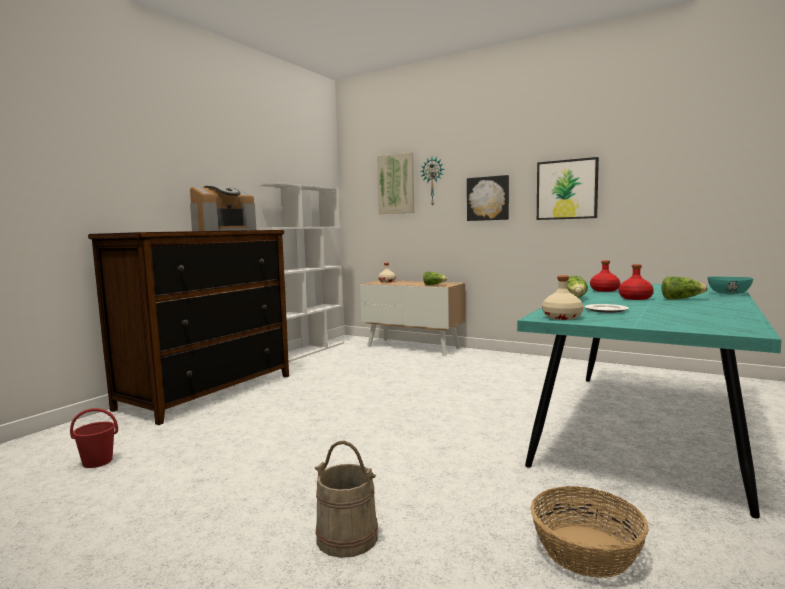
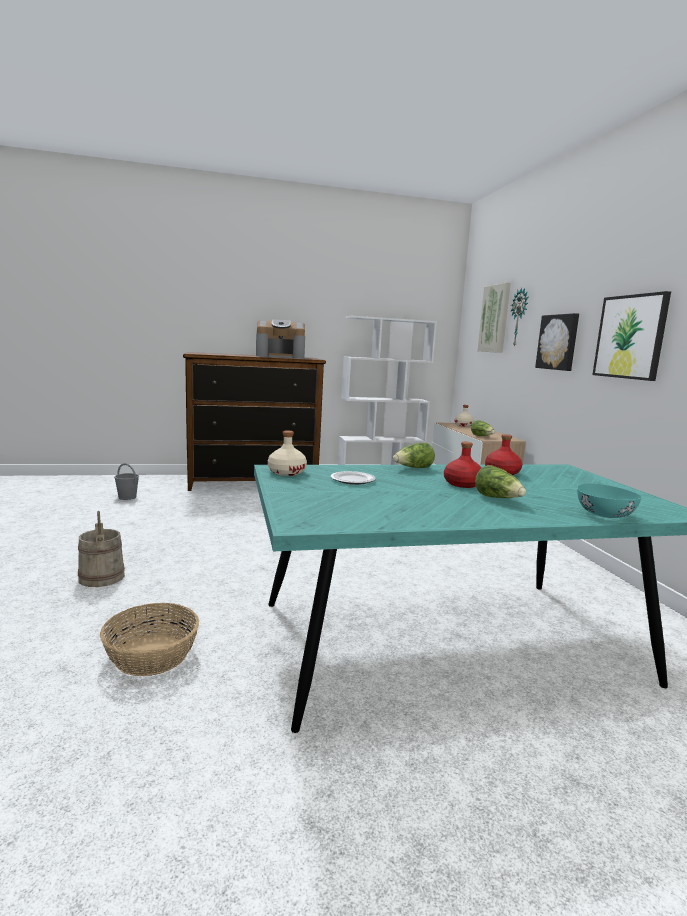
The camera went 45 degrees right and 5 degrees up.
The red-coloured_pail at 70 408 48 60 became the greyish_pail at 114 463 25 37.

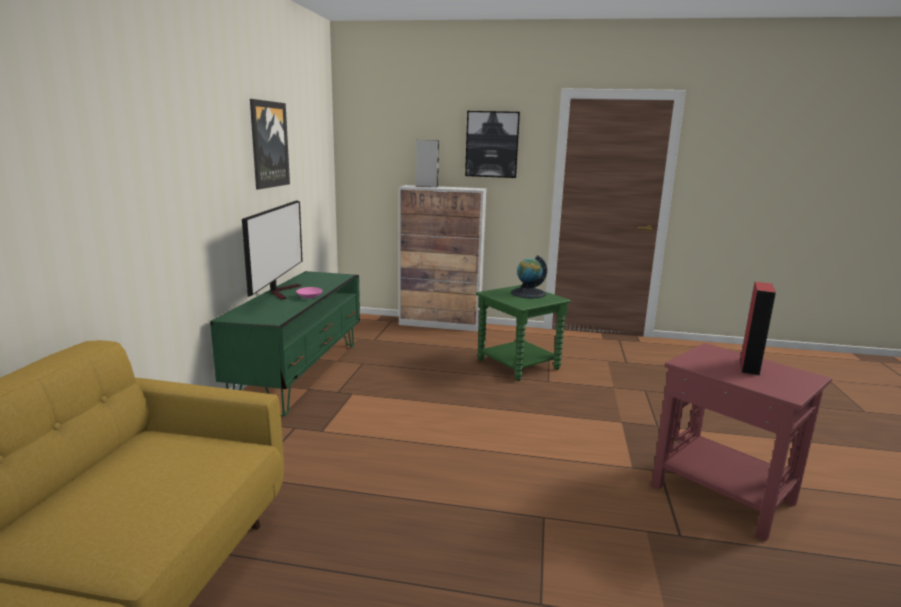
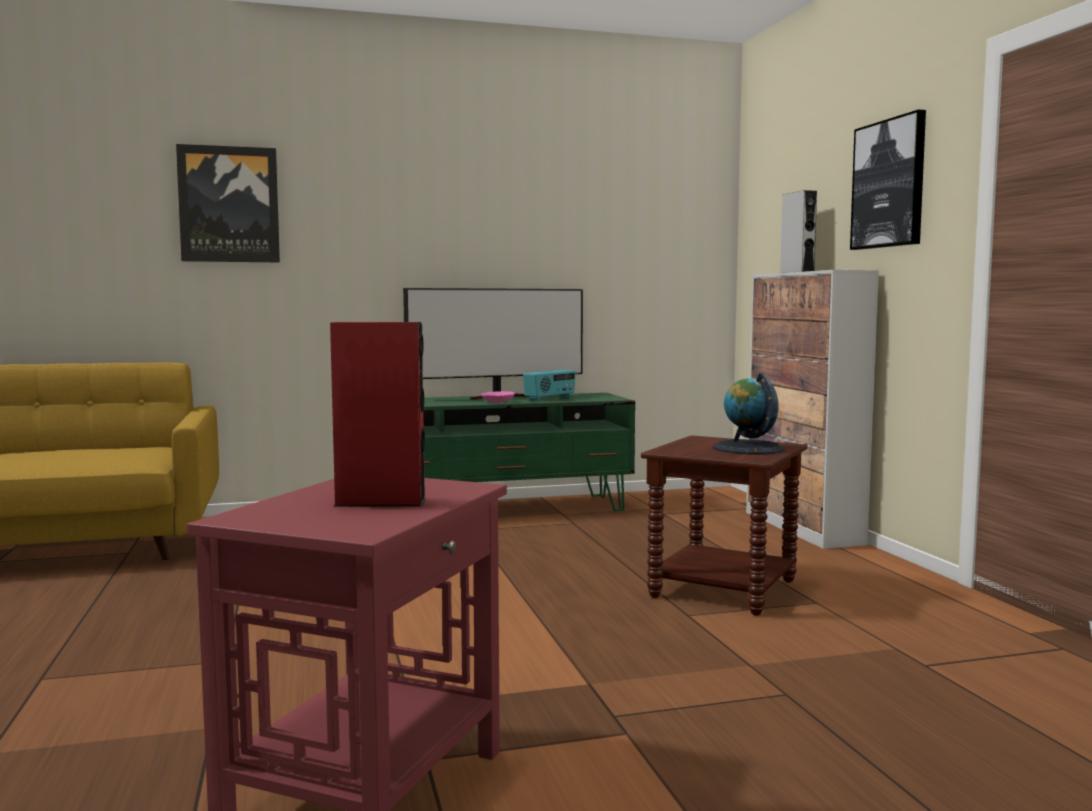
The camera went 65 degrees right and 10 degrees down.
The picture moved from 250 99 40 90 to 176 144 104 118.
The greenish_accent_table at 476 285 95 96 became the brown-coloured_accent_table at 641 436 167 180.
The radio_receiver at 523 370 53 32 appeared.

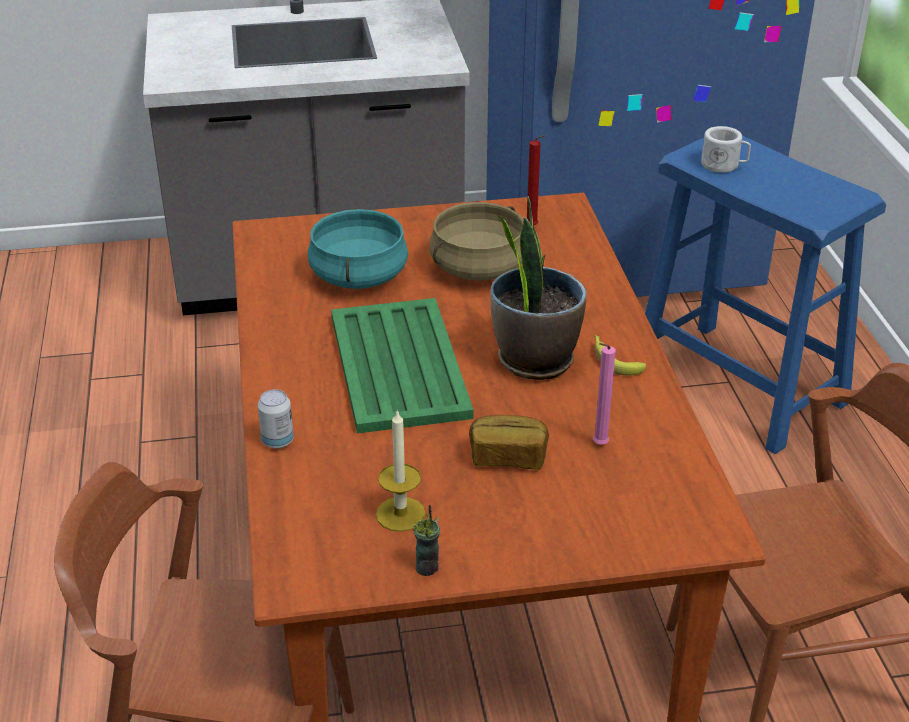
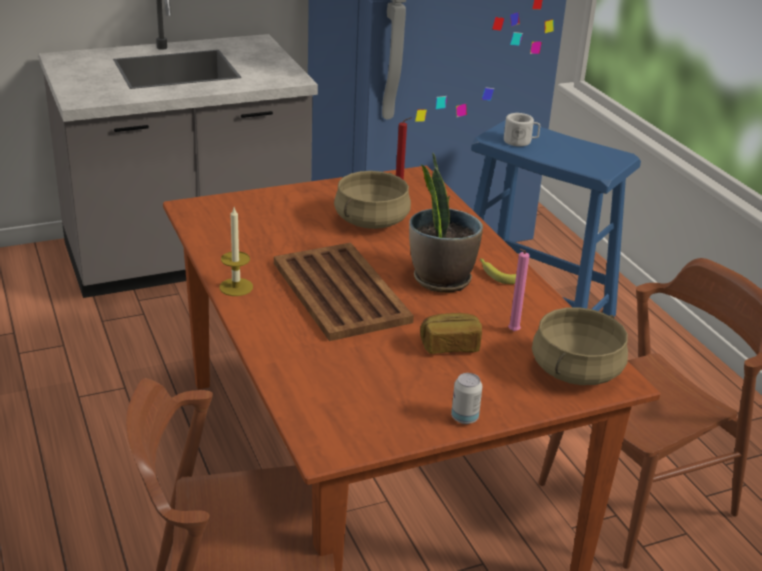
The camera went 15 degrees left and 5 degrees down.
The turquoise-coloured_cooking_pot at 308 208 100 81 disappeared.
The greenish_serving_tray at 331 298 142 136 became the brown-coloured_serving_tray at 274 243 140 98.
The can moved from 258 389 36 60 to 451 373 31 51.
The wax_candle moved from 376 409 50 123 to 219 208 34 88.
The drinking_cup at 412 505 28 71 disappeared.
The beige_cooking_pot at 532 307 96 78 appeared.

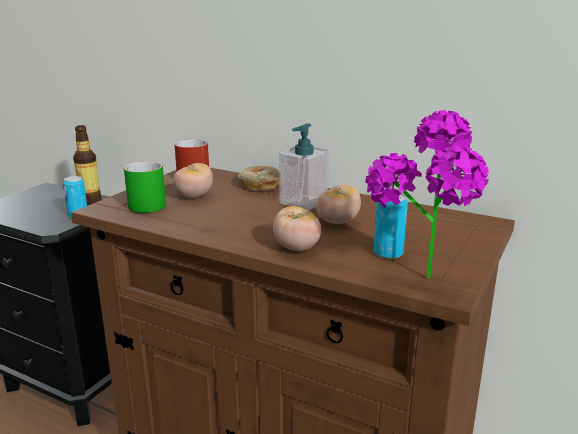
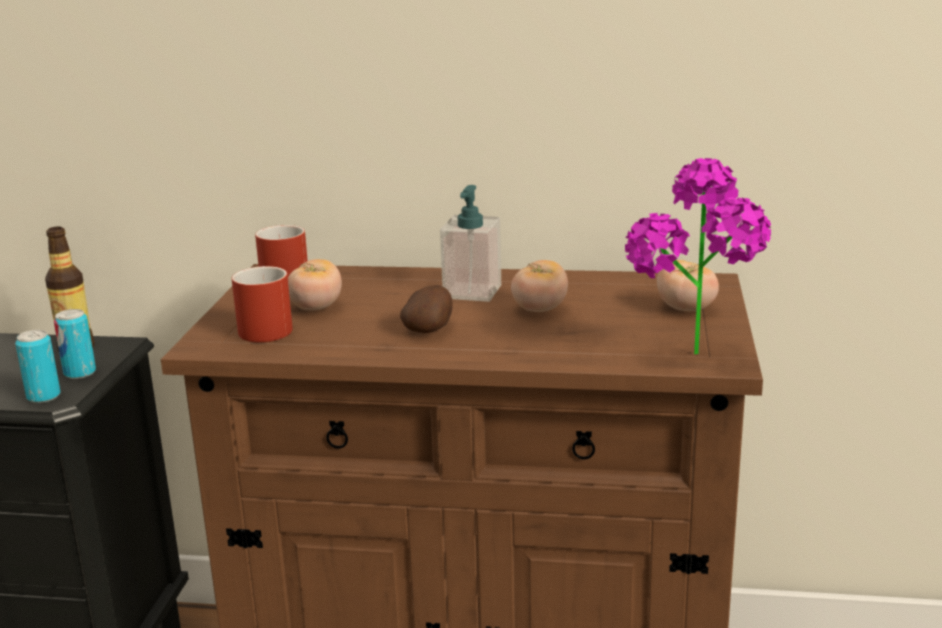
The camera went 20 degrees left and 0 degrees up.
The greenish_coffee_mug at 124 161 42 52 became the red-coloured_coffee_mug at 232 266 61 77.
The donut at 238 166 41 25 disappeared.
The can moved from 374 194 34 65 to 15 330 46 73.
The tomato moved from 273 206 49 45 to 657 260 62 52.
The whole_potato at 400 285 53 48 appeared.

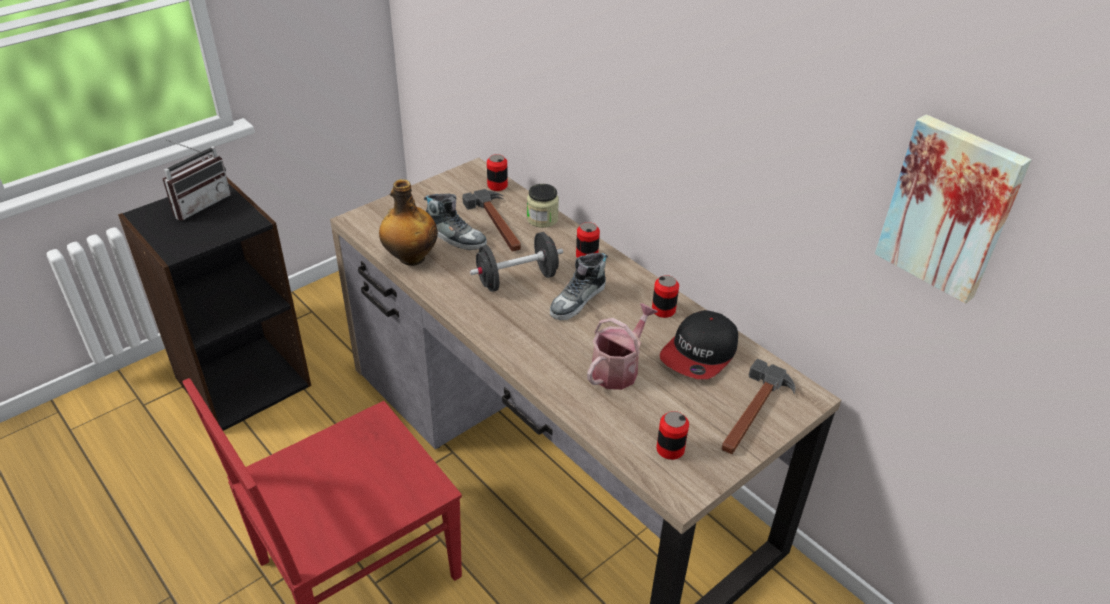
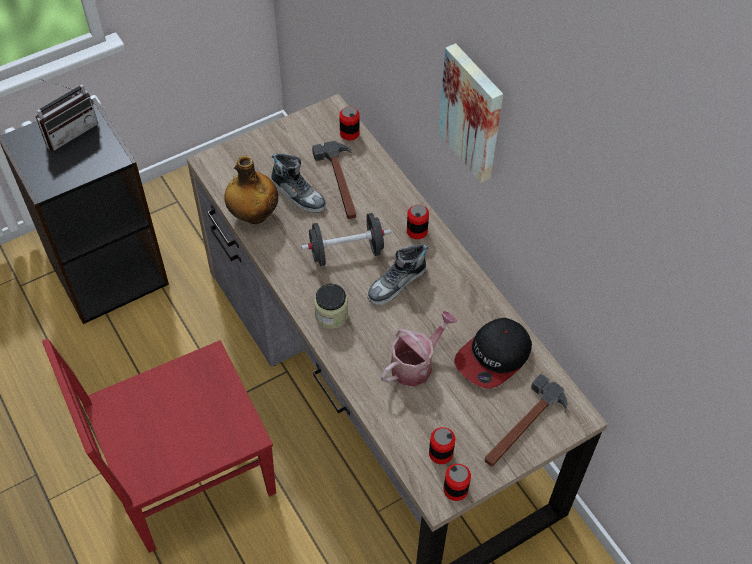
The camera went 10 degrees right and 15 degrees up.
The picture moved from 875 114 156 190 to 438 43 65 140.
The storage_jar moved from 527 184 32 44 to 314 284 34 45.
The can moved from 652 275 27 43 to 443 464 28 37.

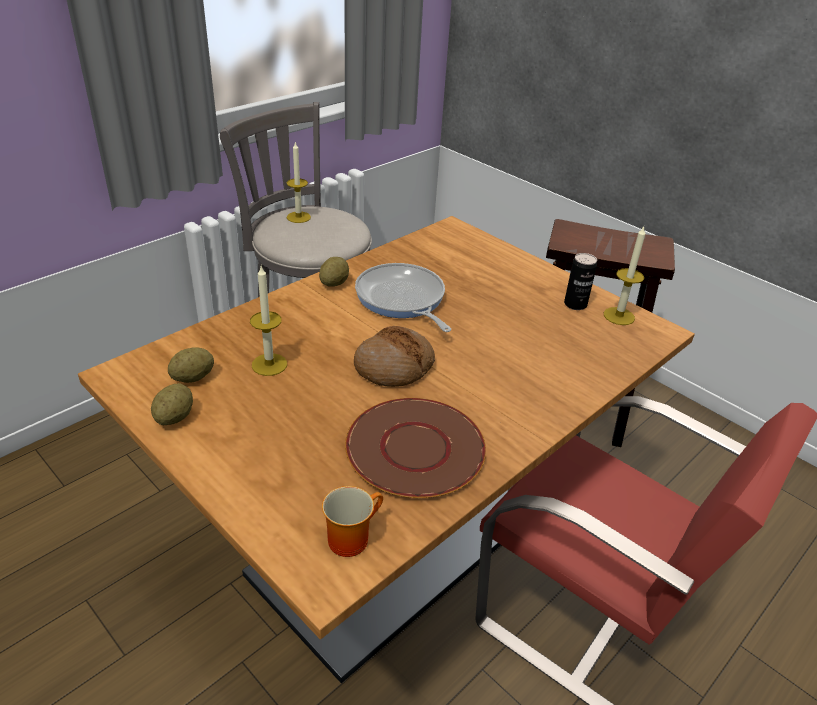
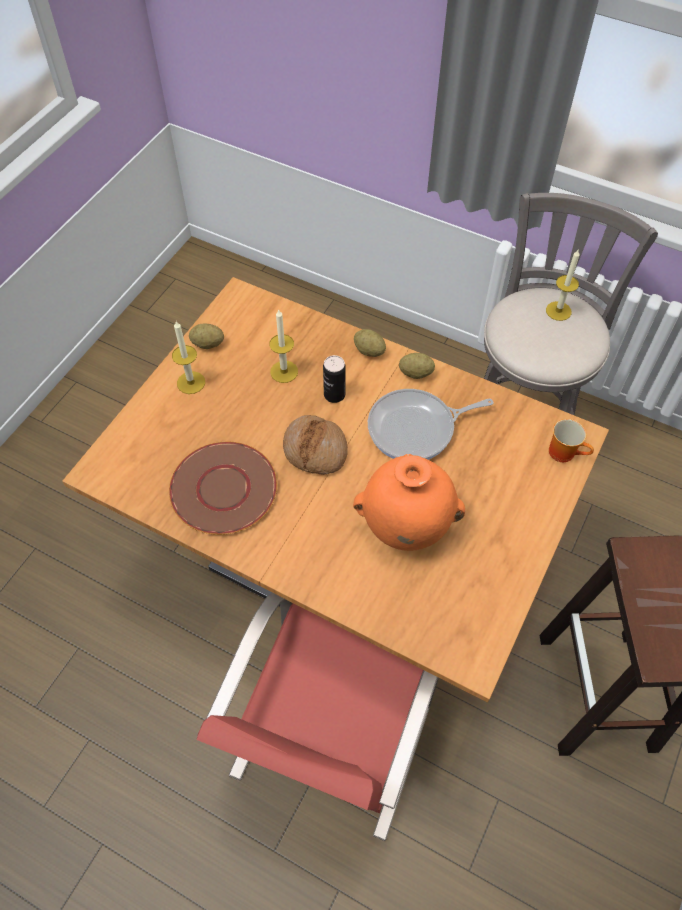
The camera went 75 degrees right and 20 degrees up.
The wax_candle moved from 604 227 42 98 to 172 321 33 73.
The can moved from 564 253 33 57 to 323 355 23 48.
The pan at 355 263 96 69 turned 150 degrees counterclockwise.
The whole_potato moved from 168 347 46 36 to 354 329 32 28.
The coffee_mug moved from 322 486 61 71 to 549 419 45 43.
The orange-coloured_vase at 353 454 112 97 appeared.

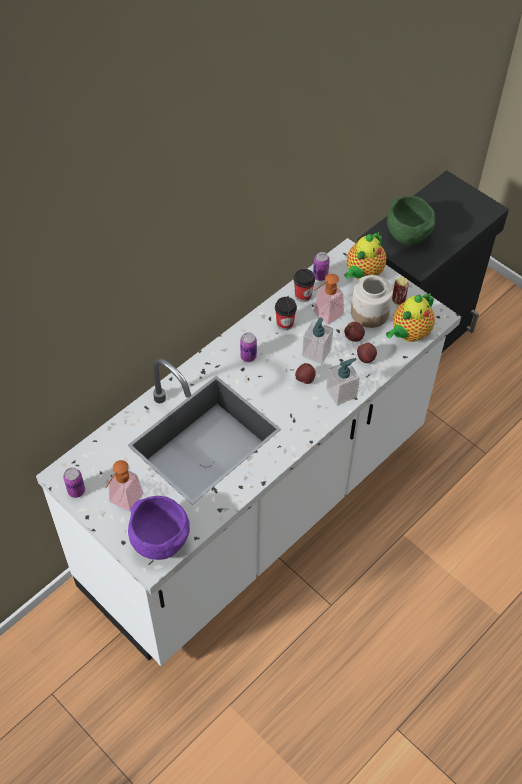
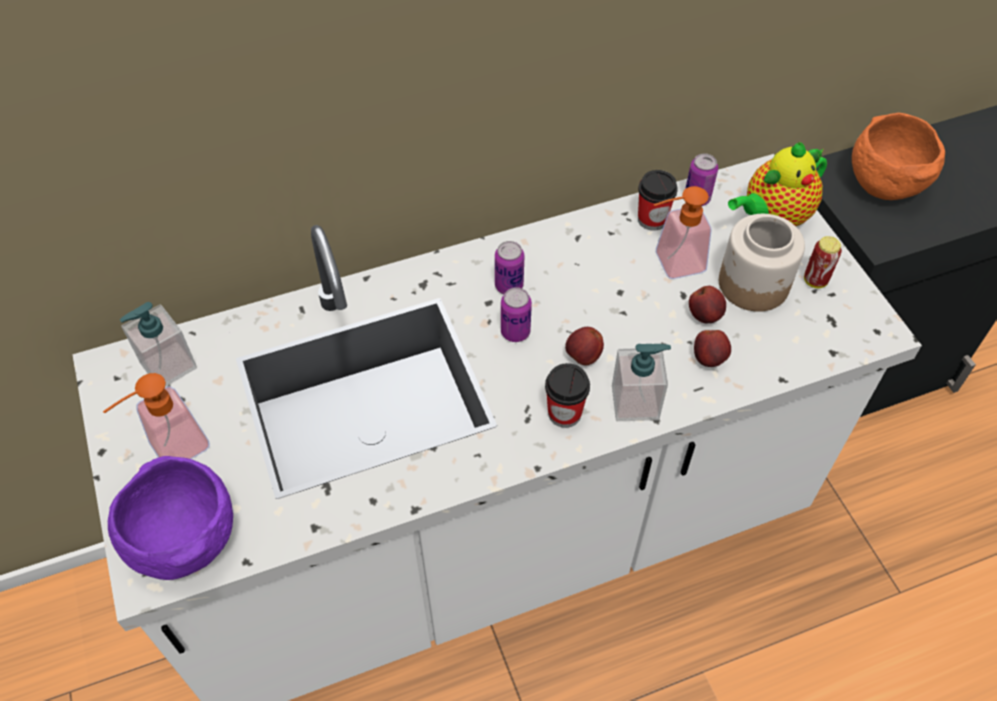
The camera went 25 degrees right and 0 degrees up.
The greenish_serving_bowl at 387 196 48 49 became the orange-coloured_serving_bowl at 852 113 93 87.
The tea_pot at 386 293 49 49 disappeared.
The drinking_cup moved from 275 297 22 33 to 545 363 45 65.
The liquid_soap_bottle moved from 302 318 31 46 to 120 302 77 85.
The can moved from 63 467 22 31 to 501 287 31 55.

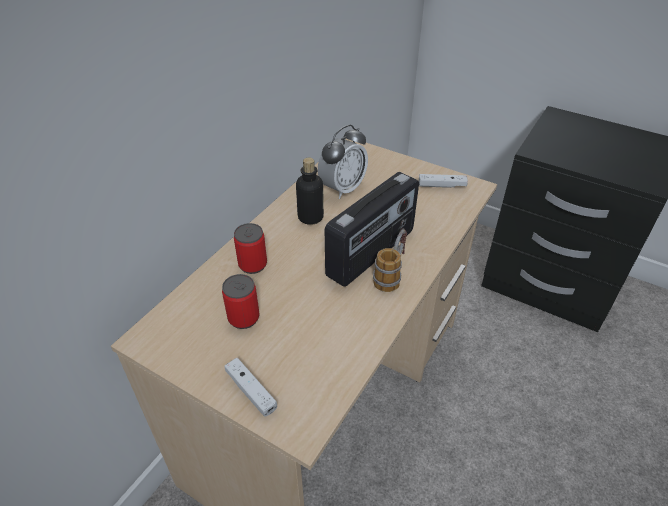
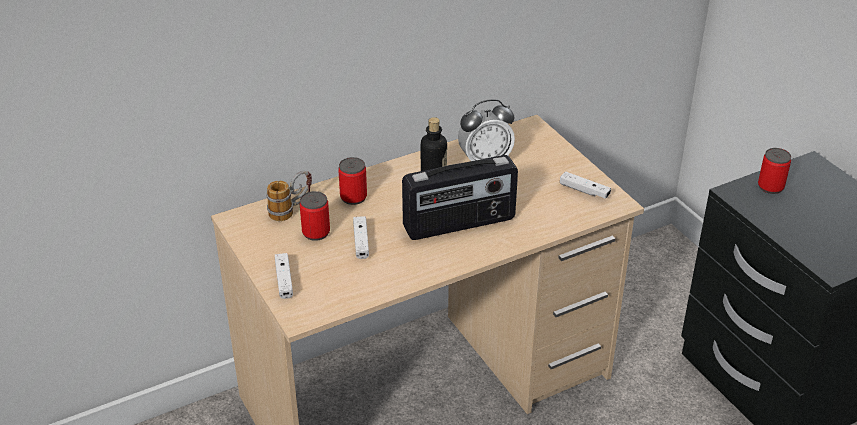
The camera went 30 degrees right and 5 degrees down.
The coffee_mug moved from 373 230 34 62 to 266 171 46 50.
The can at 758 148 33 46 appeared.
The white_game_controller at 353 216 16 43 appeared.

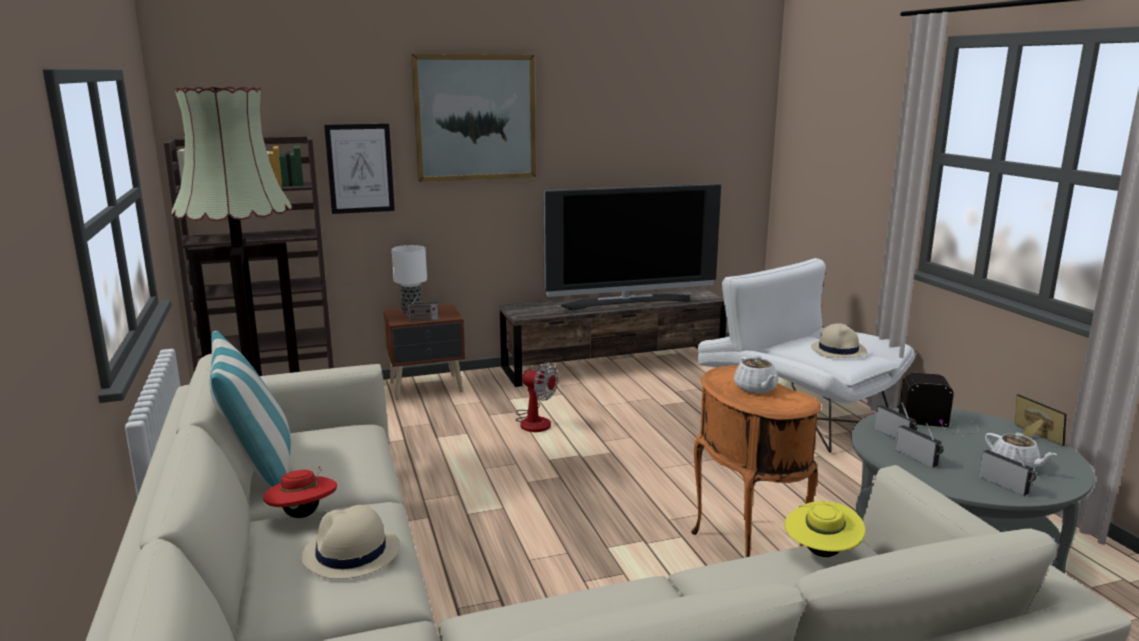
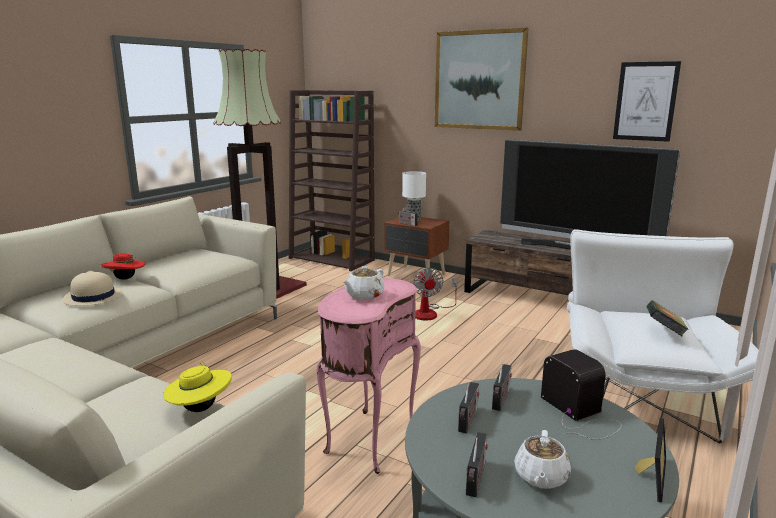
The camera went 50 degrees right and 0 degrees up.
The picture moved from 324 124 71 90 to 613 61 68 81.
The beige_clothing_hat at 811 323 56 35 was replaced by the volume at 646 300 43 37.
The cushion at 209 331 82 156 disappeared.
The orange-coloured_accent_table at 691 365 130 193 became the pink-coloured_accent_table at 316 278 105 196.

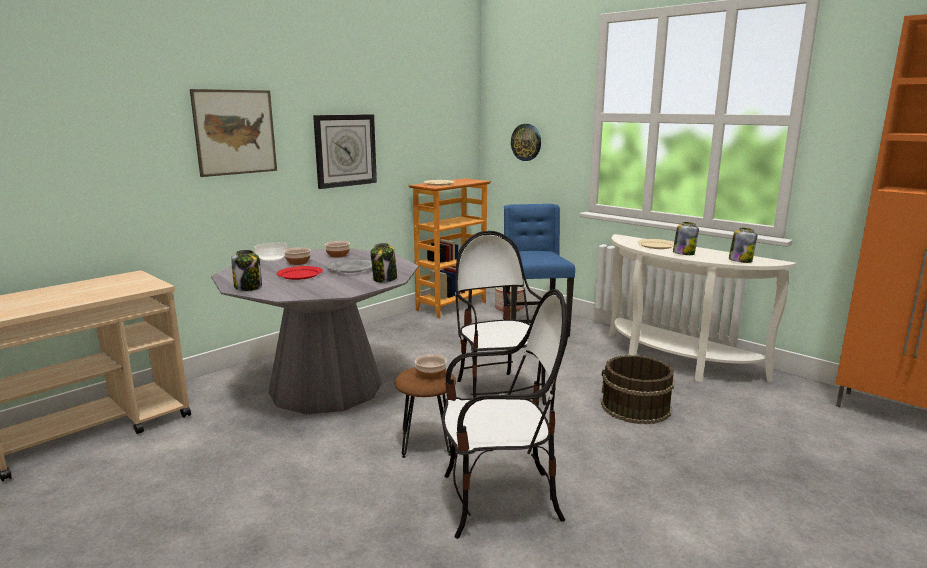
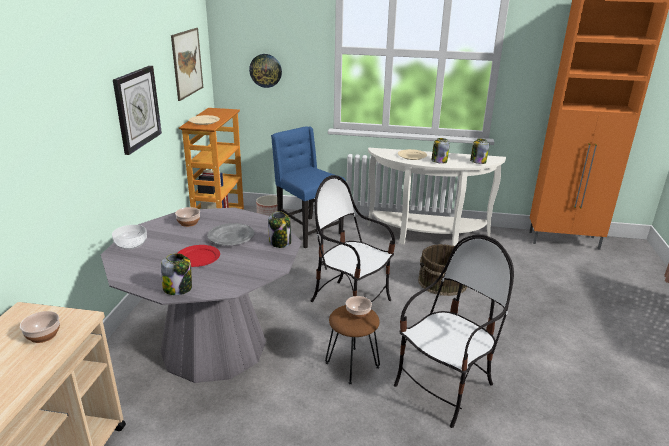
The camera went 35 degrees left and 10 degrees up.
The picture moved from 190 89 87 88 to 171 28 32 73.
The serving_bowl moved from 284 247 27 18 to 20 311 40 32.

